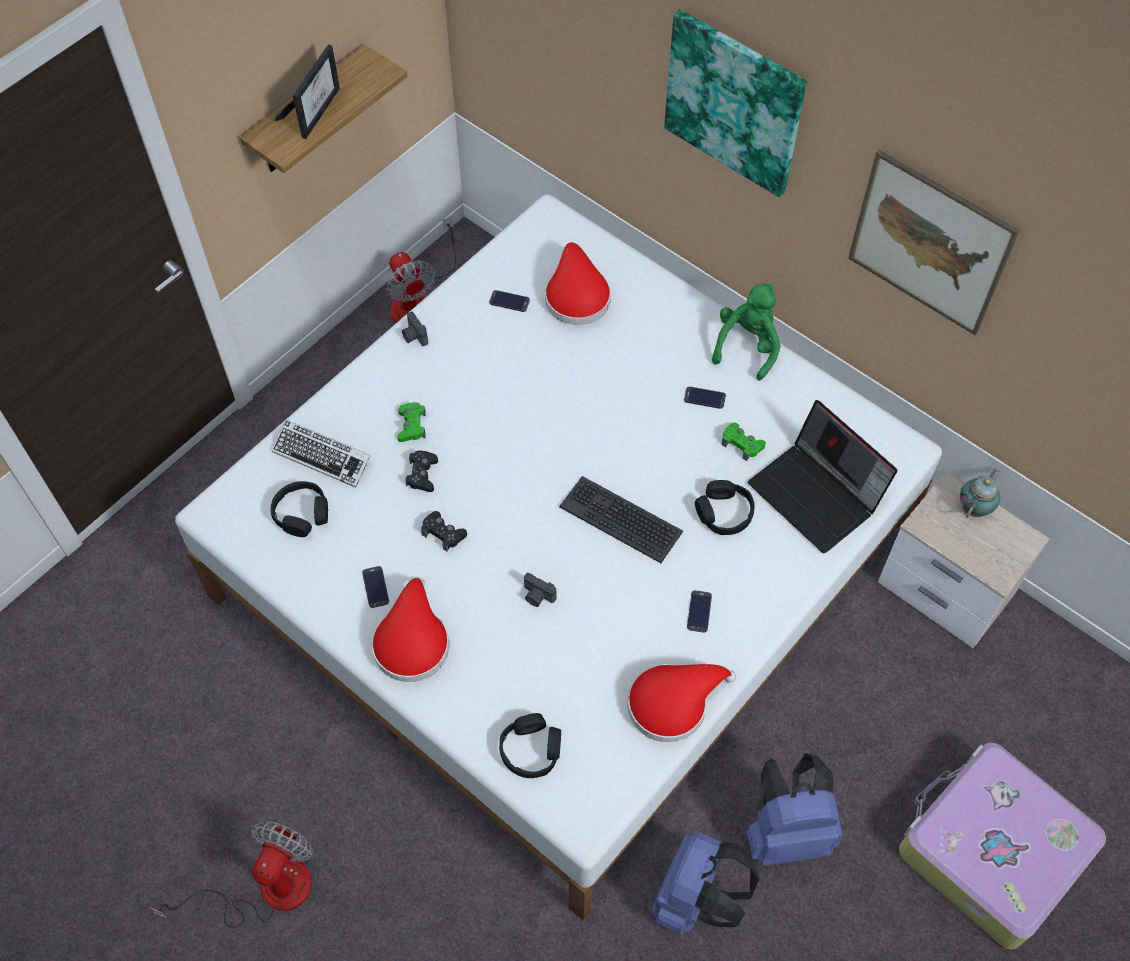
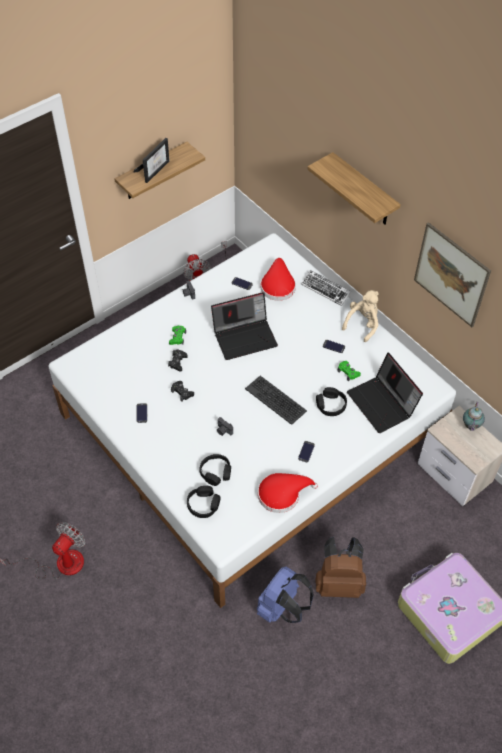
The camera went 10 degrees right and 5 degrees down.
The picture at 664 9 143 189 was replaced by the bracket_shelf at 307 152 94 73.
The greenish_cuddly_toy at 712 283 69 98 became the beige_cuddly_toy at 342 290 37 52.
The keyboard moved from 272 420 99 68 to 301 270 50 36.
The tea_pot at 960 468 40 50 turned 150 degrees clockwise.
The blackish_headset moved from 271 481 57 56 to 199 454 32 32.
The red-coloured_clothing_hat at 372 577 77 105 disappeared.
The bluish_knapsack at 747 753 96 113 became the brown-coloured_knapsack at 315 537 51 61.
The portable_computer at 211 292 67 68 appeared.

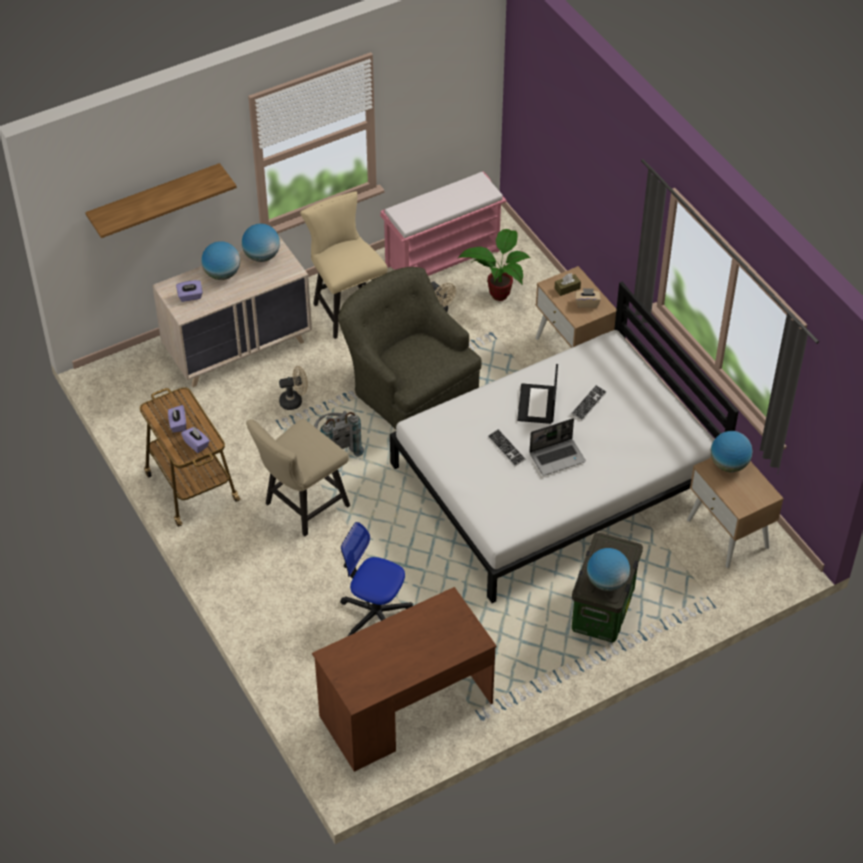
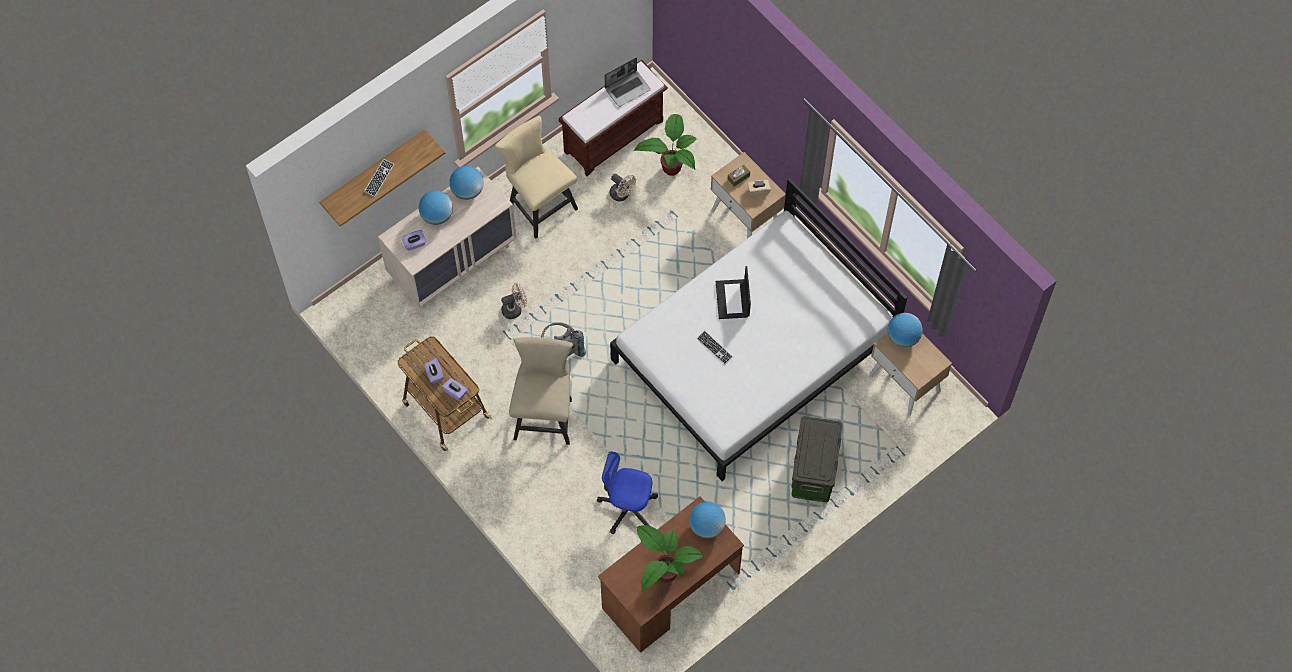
The camera went 10 degrees left and 15 degrees up.
The pink-coloured_bench at 380 171 126 105 became the brown-coloured_bench at 559 60 109 116.
The greenish_armchair at 338 267 144 162 disappeared.
The keyboard moved from 571 385 36 35 to 364 159 30 38.
The portable_computer moved from 530 418 56 57 to 604 57 47 50.
The beige_chair at 246 419 104 117 turned 150 degrees clockwise.
The desk_globe moved from 587 548 43 43 to 689 502 37 37.
The plant_in_a_pot at 637 525 67 67 appeared.

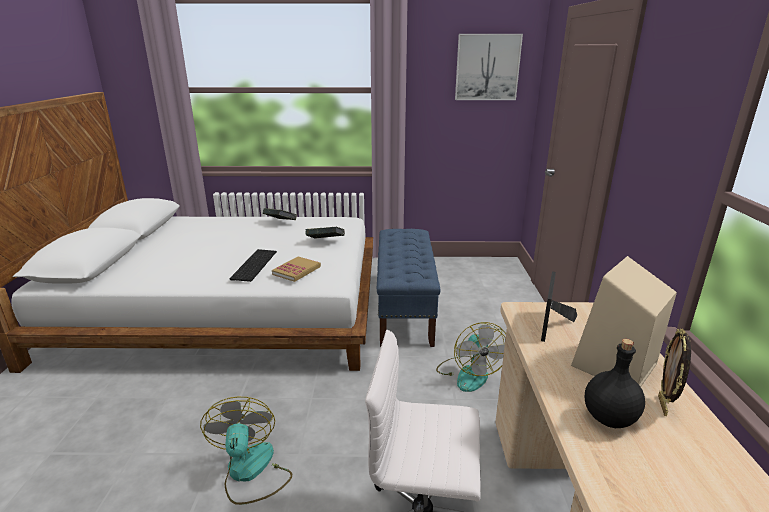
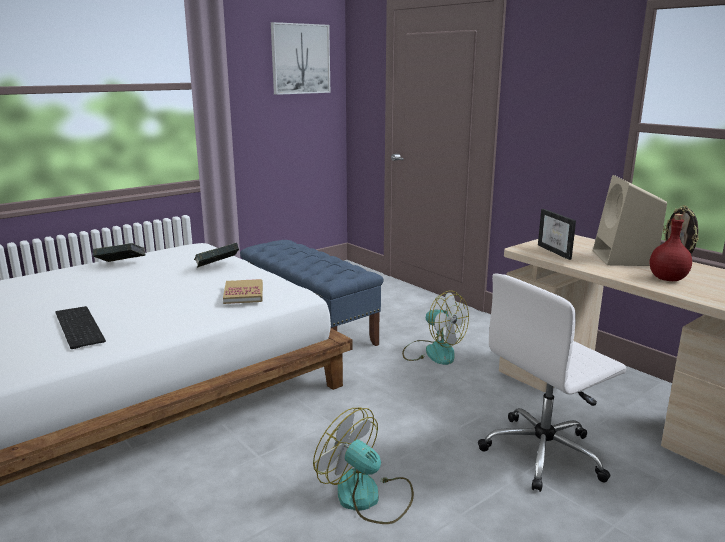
The camera went 40 degrees left and 5 degrees down.
The keyboard moved from 230 249 47 33 to 55 306 51 43.
The blackish_bottle at 584 339 61 89 became the red-coloured_bottle at 650 214 42 67.

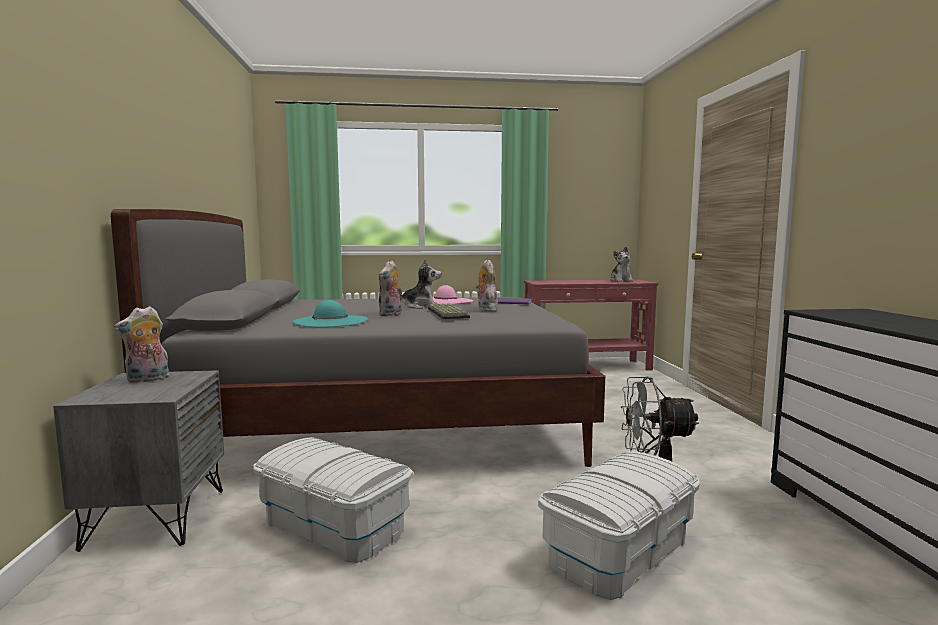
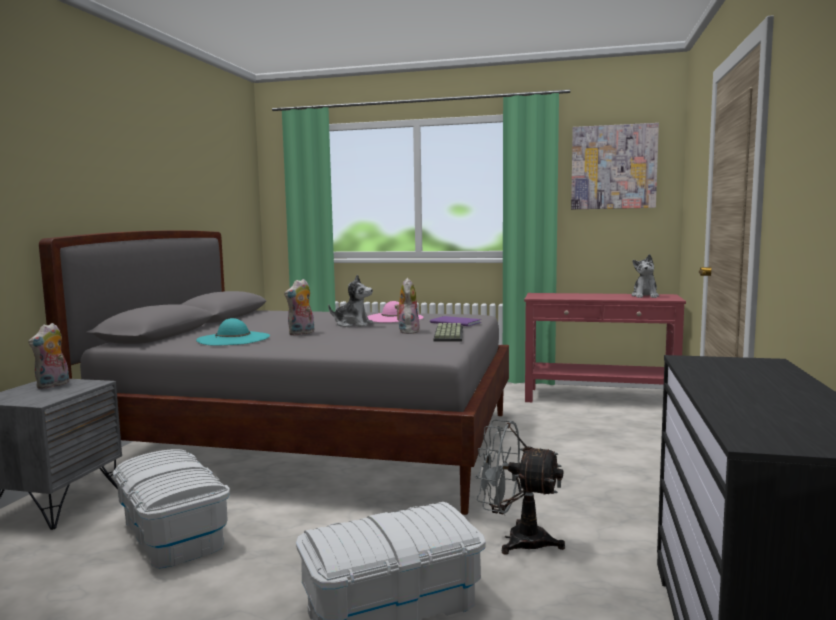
The camera went 20 degrees right and 0 degrees up.
The keyboard moved from 428 303 42 16 to 433 323 30 19.
The cuddly_toy at 114 306 55 77 turned 45 degrees counterclockwise.
The picture at 571 123 88 86 appeared.

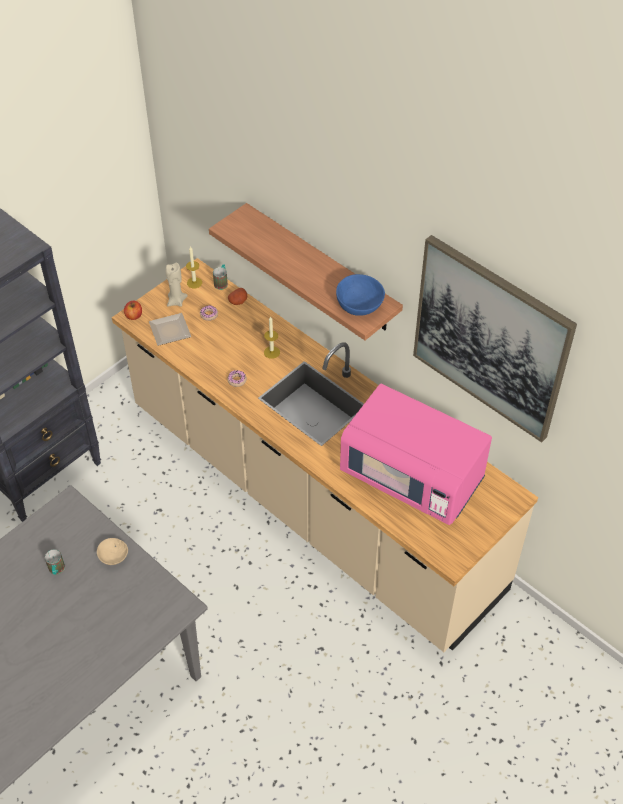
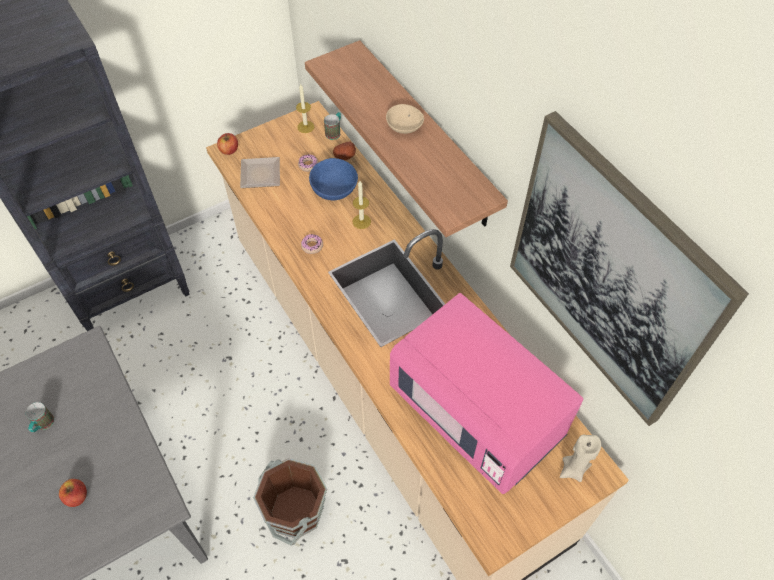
The camera went 15 degrees right and 5 degrees up.
The beige_wax_candle moved from 166 263 22 44 to 560 434 41 48.
The bluish_serving_bowl moved from 336 274 49 42 to 309 158 49 42.
The beige_serving_bowl moved from 97 538 31 27 to 386 104 38 30.
The brown-coloured_pail at 253 458 74 88 appeared.
The apple_fruit at 59 479 28 28 appeared.

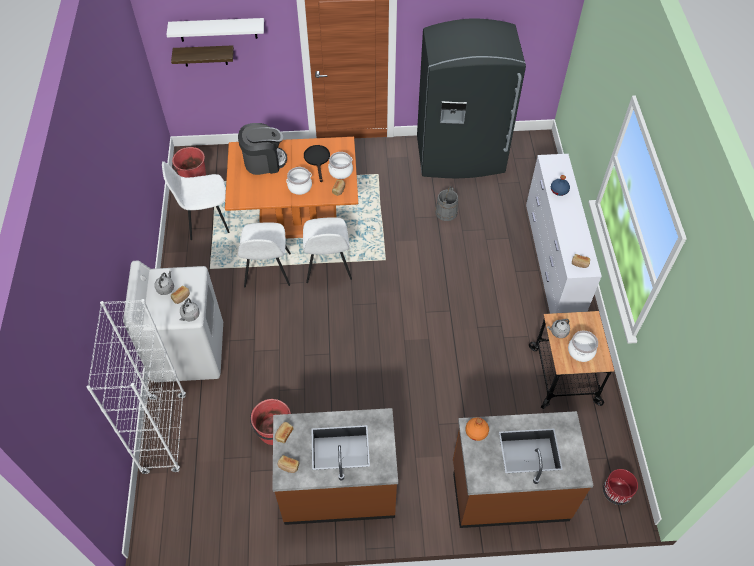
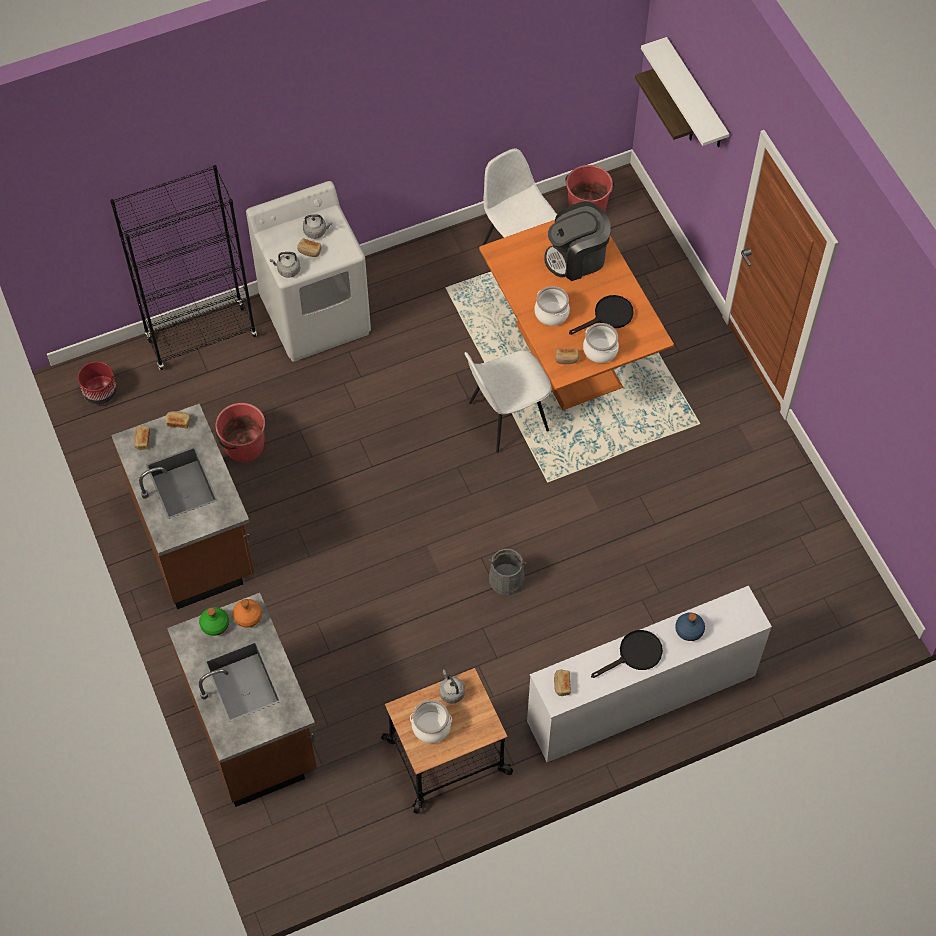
The camera went 70 degrees right and 5 degrees up.
The greyish_kitchen_fridge at 417 19 109 159 disappeared.
The coffee_maker at 238 123 49 52 turned 105 degrees clockwise.
The greyish_pail moved from 435 186 23 35 to 488 549 38 46.
The white_chair at 238 222 53 66 disappeared.
The white_bookcase at 87 299 99 175 became the blackish_bookcase at 110 165 147 205.
The red-coloured_planter moved from 603 469 35 36 to 78 361 39 44.
The greenish_bottle at 199 607 30 29 appeared.
The blackish_pan at 591 630 72 48 appeared.

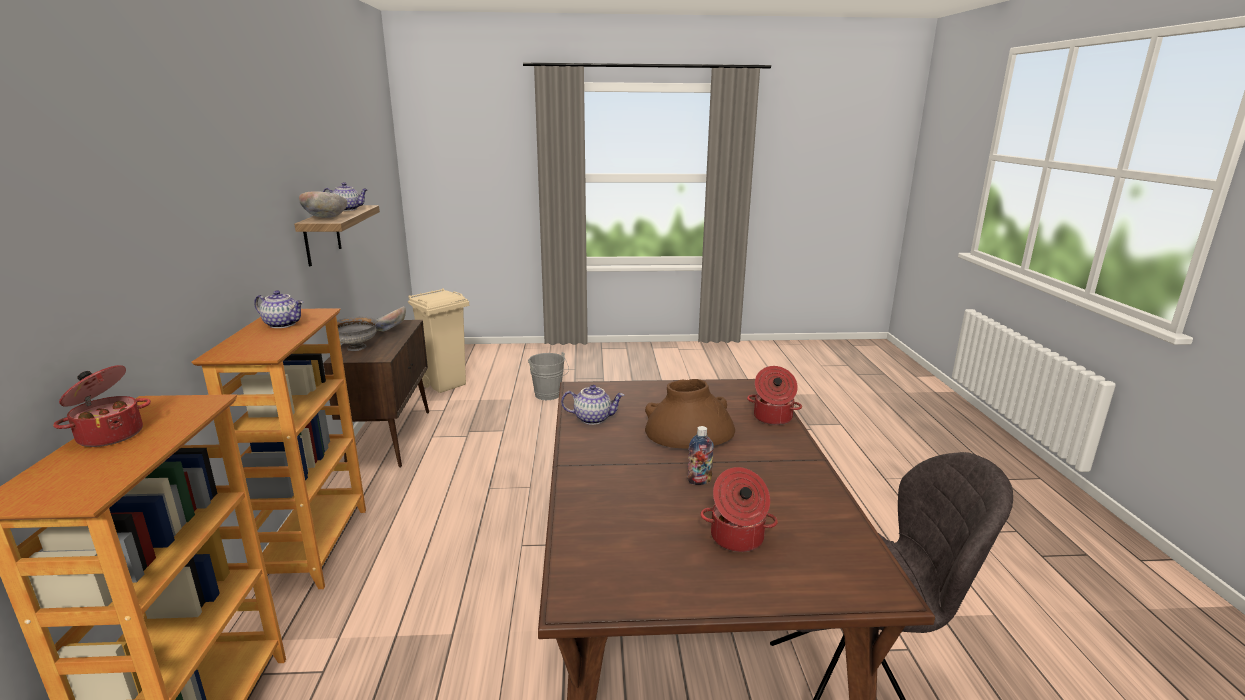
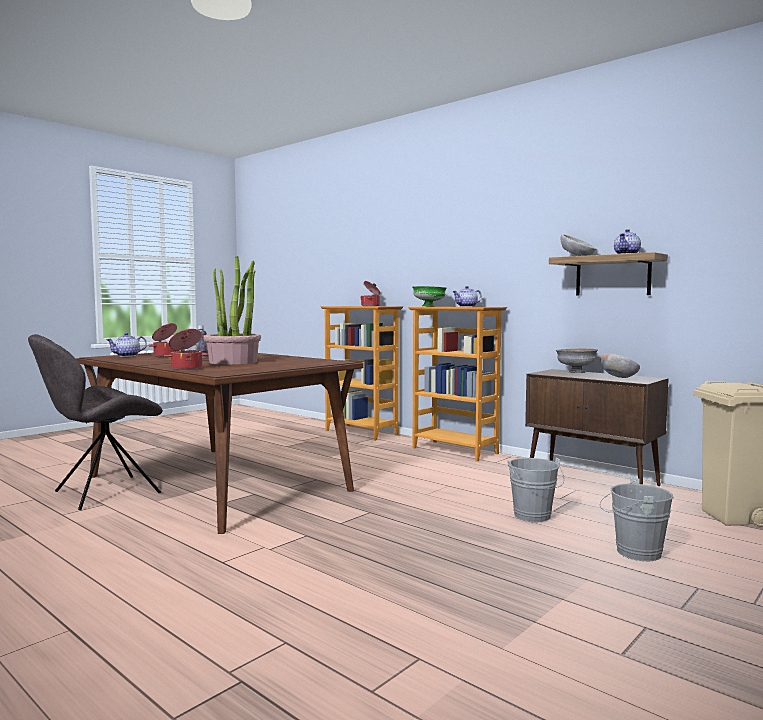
The camera went 135 degrees right and 15 degrees down.
The brown-coloured_vase at 645 379 90 70 was replaced by the plant_in_a_pot at 203 255 58 110.
The tea_pot moved from 561 385 64 40 to 106 332 41 25.
The greenish_serving_bowl at 413 286 34 21 appeared.
The greyish_pail at 507 457 57 65 appeared.

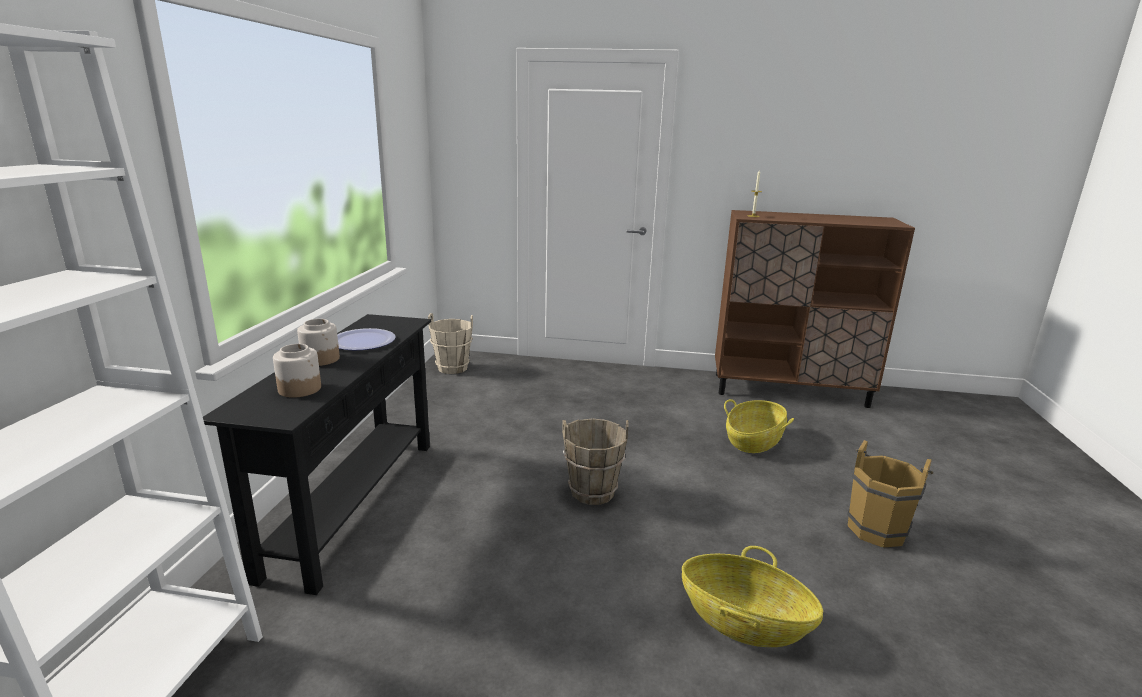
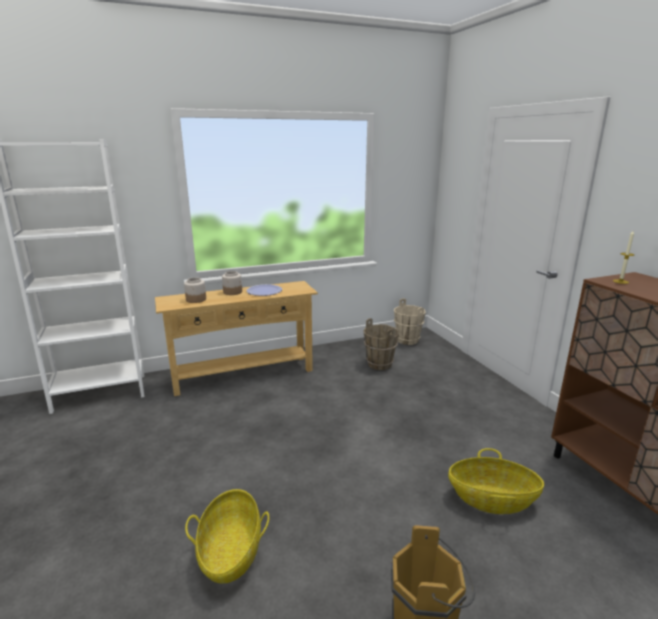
The camera went 60 degrees right and 0 degrees up.
The blackish_narrow_table at 203 314 228 281 became the beige_narrow_table at 155 281 163 115.
The brown-coloured_pail moved from 562 419 66 86 to 363 318 36 52.

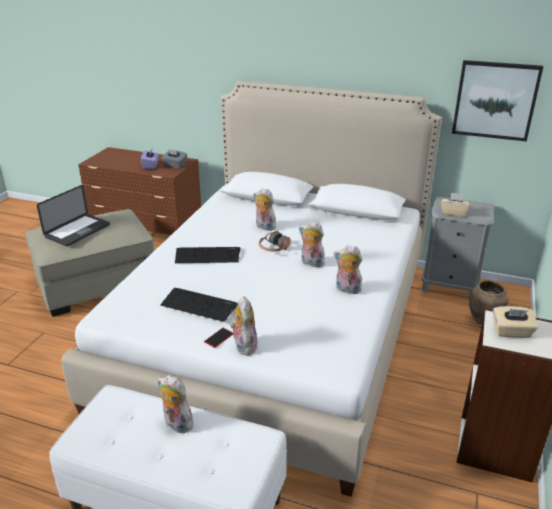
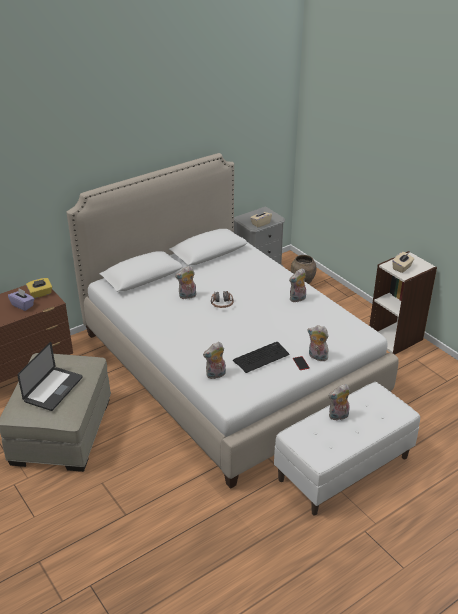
The camera went 55 degrees left and 5 degrees up.
The picture at 452 60 91 81 disappeared.
The greyish_box_of_tissues at 162 149 25 20 became the yellow-coloured_box_of_tissues at 26 278 26 20.
The portable_computer at 37 185 73 61 turned 45 degrees clockwise.
The cuddly_toy moved from 299 221 26 46 to 203 342 23 37.
The keyboard at 175 247 65 16 disappeared.

